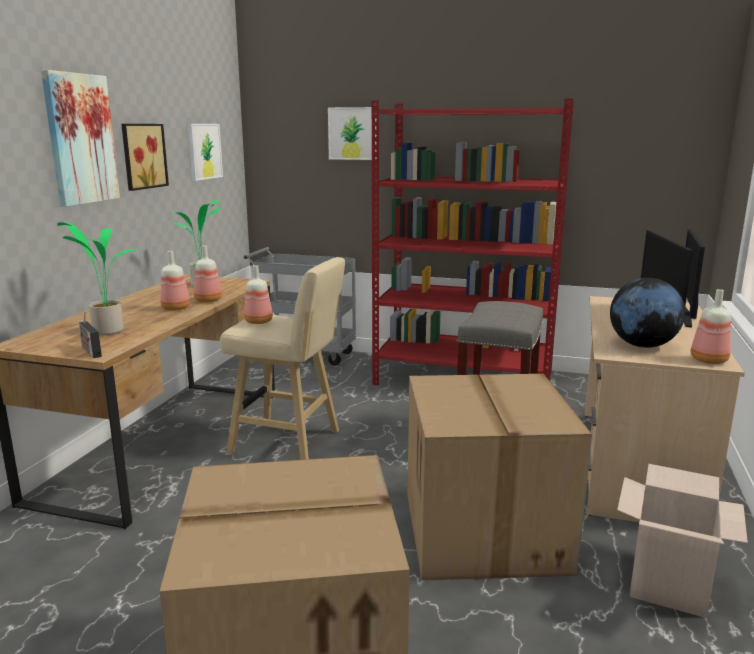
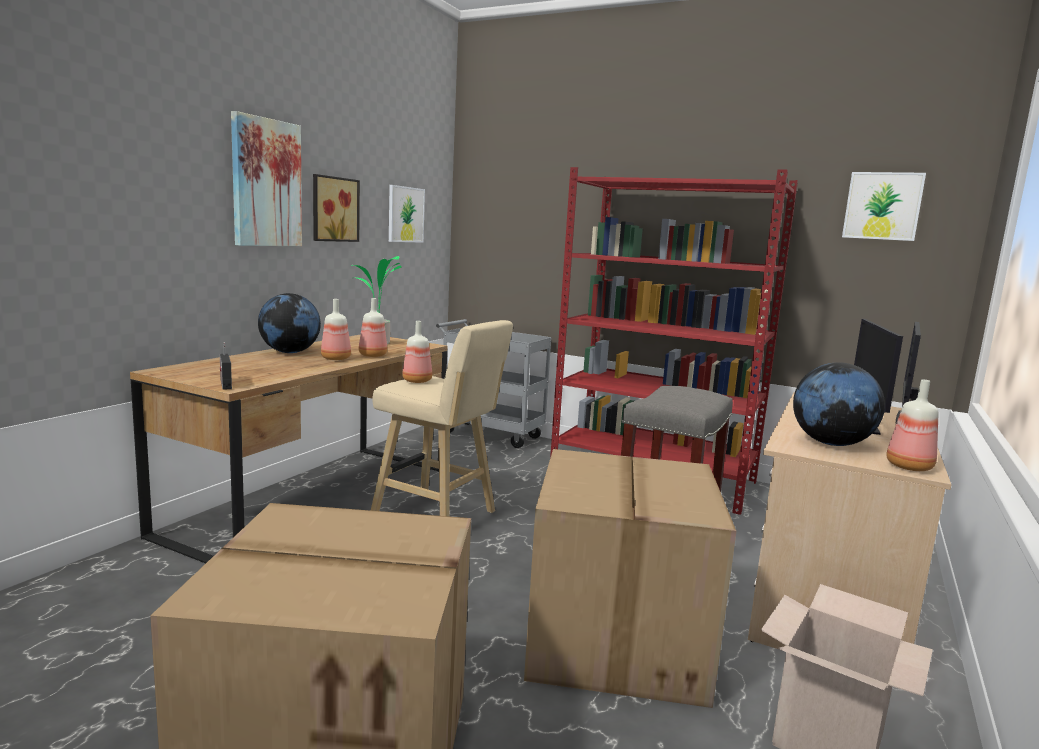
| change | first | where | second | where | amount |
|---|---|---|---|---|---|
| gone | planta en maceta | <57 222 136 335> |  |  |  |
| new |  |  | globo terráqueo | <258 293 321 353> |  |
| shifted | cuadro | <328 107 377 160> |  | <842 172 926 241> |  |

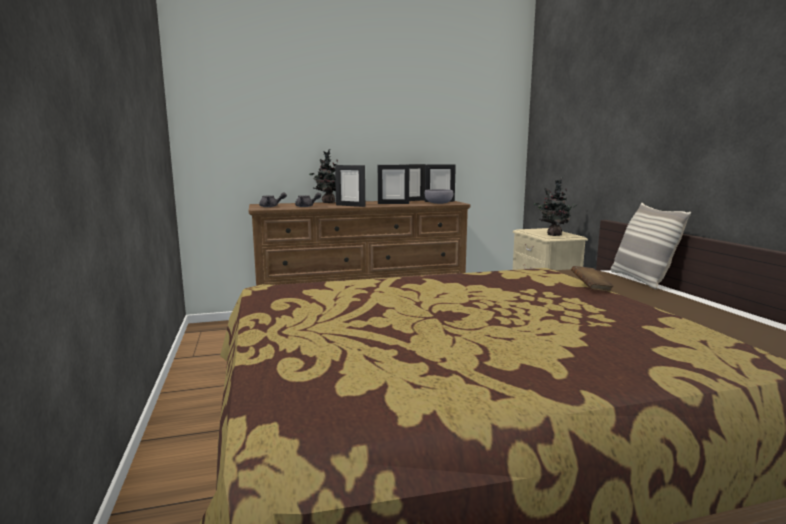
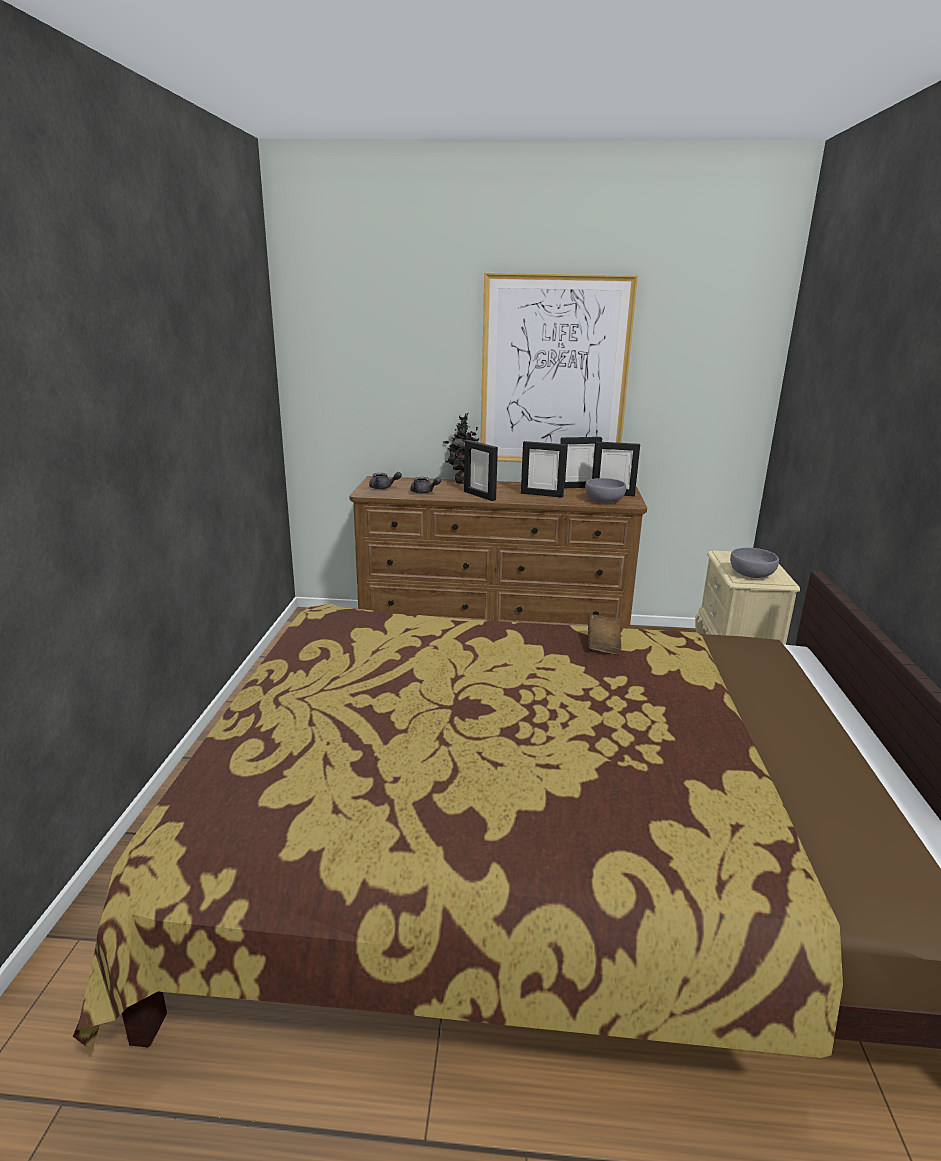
| change | first | where | second | where | amount |
|---|---|---|---|---|---|
| gone | cojín | <611 203 691 289> |  |  |  |
| new |  |  | cuadro | <480 273 638 462> |  |
| shifted | libro (marrón) | <571 266 614 292> |  | <588 614 622 654> |  |
| swapped | planta en maceta | <534 177 577 236> | cuenco (gris) | <730 548 779 578> |  |

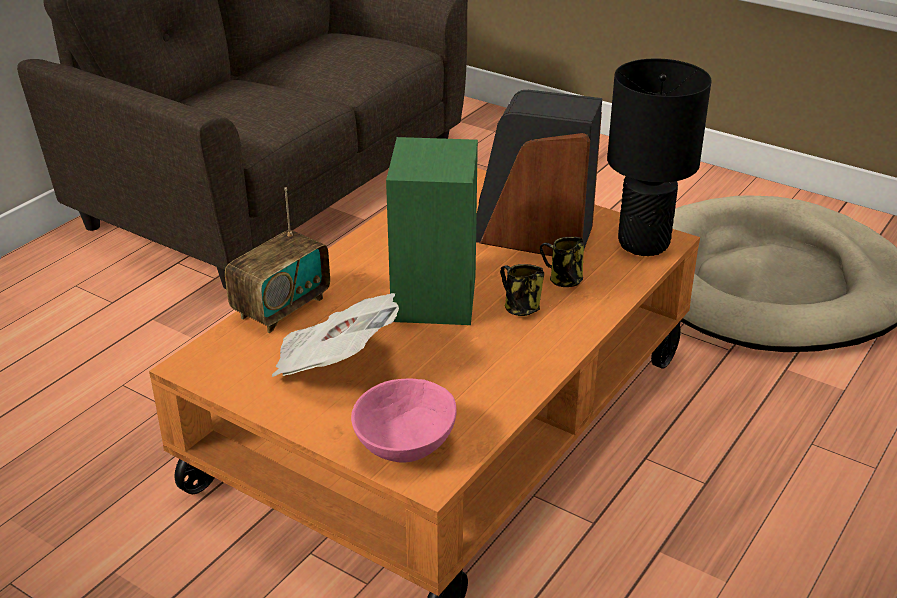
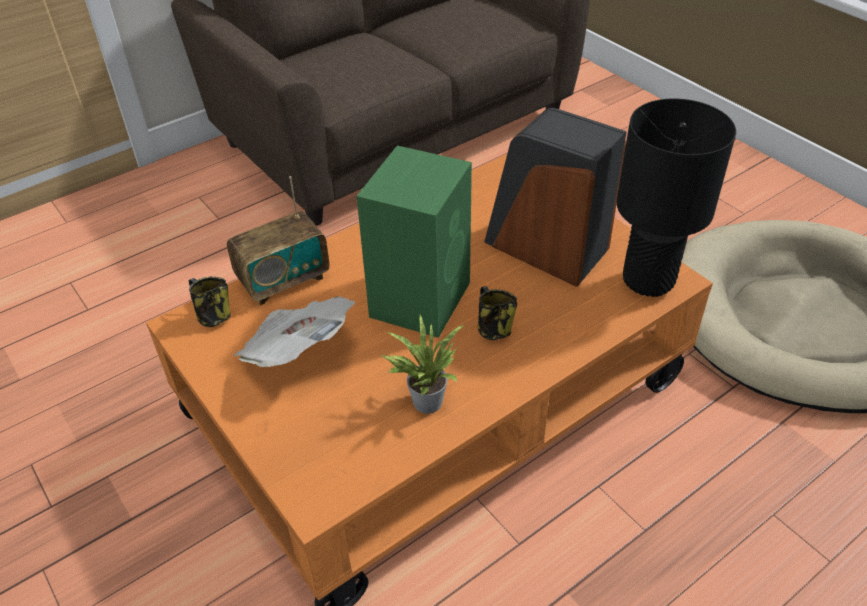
| change | first | where | second | where | amount |
|---|---|---|---|---|---|
| gone | cuenco (rosa) | <351 378 457 462> |  |  |  |
| new |  |  | planta en maceta | <379 315 465 414> |  |
| shifted | taza grande | <540 237 584 287> |  | <189 277 231 327> |  |

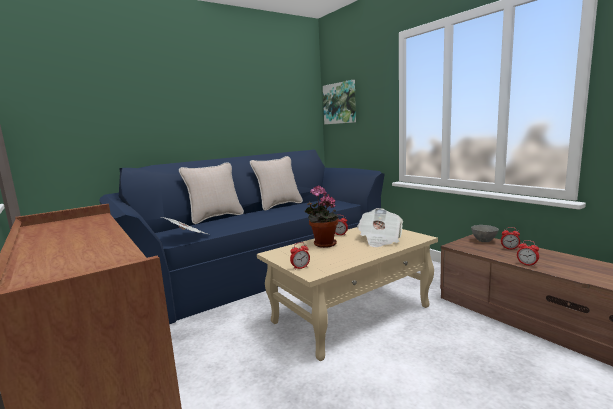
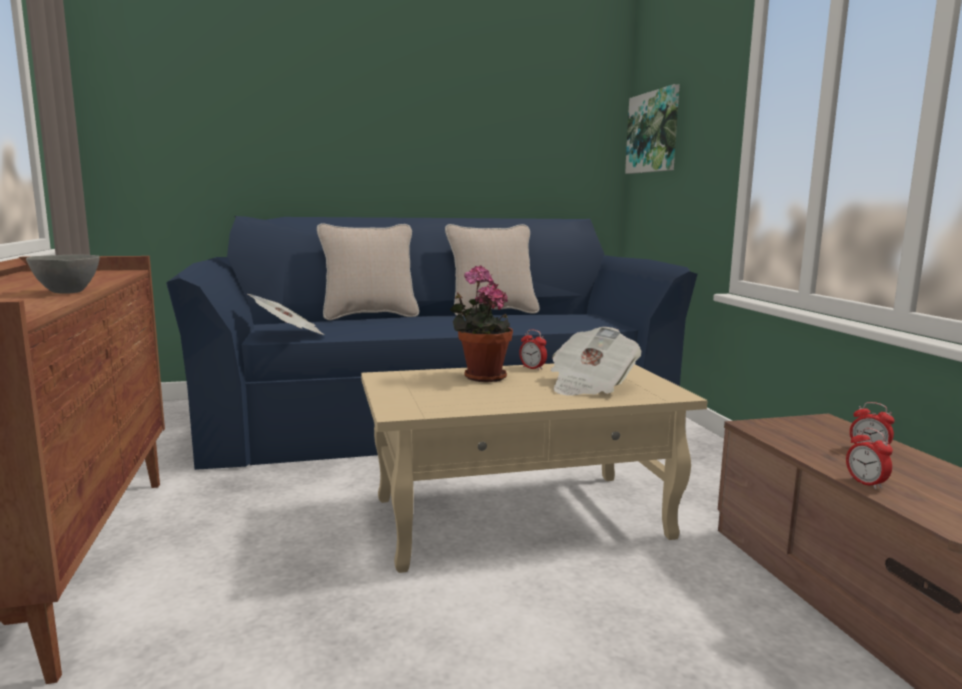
| change | first | where | second | where | amount |
|---|---|---|---|---|---|
| gone | despertador | <290 242 310 270> |  |  |  |
| shifted | cuenco (gris) | <471 225 499 242> |  | <26 255 100 294> |  |

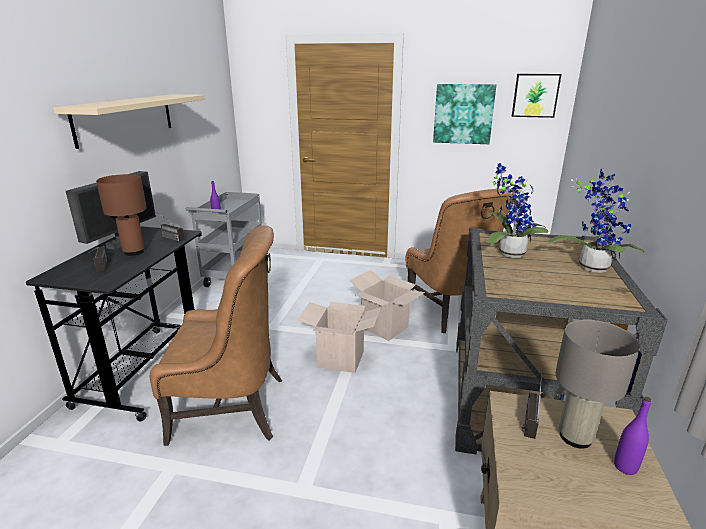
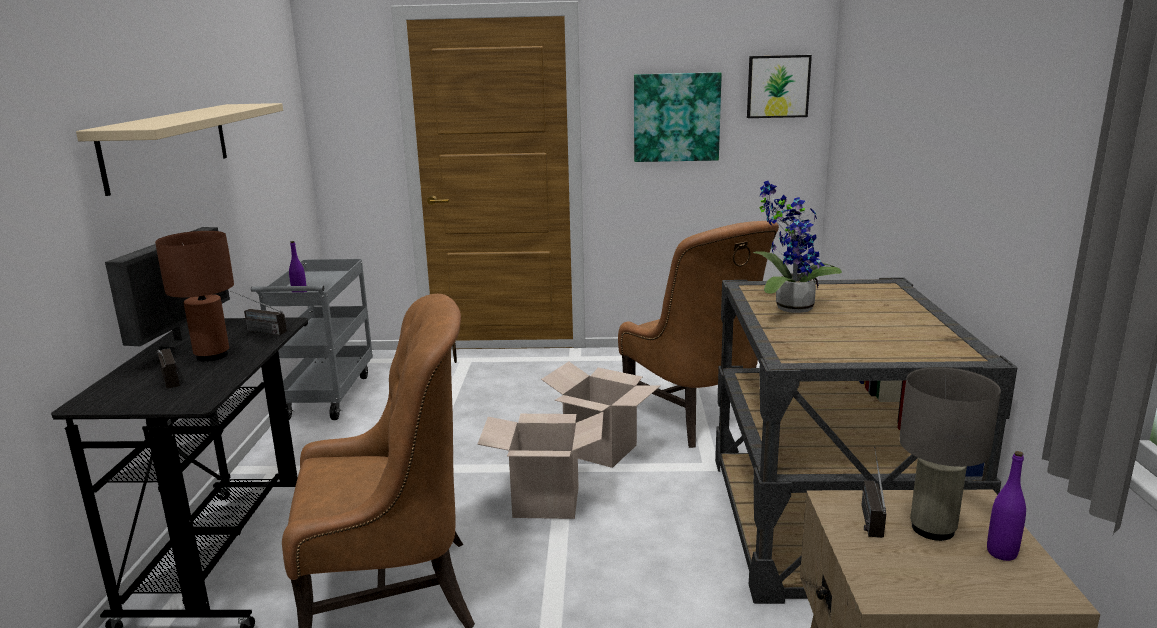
| change | first | where | second | where | amount |
|---|---|---|---|---|---|
| gone | planta en maceta | <548 169 645 273> |  |  |  |

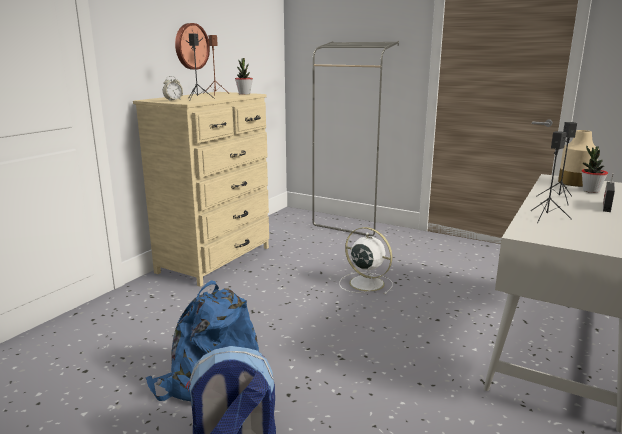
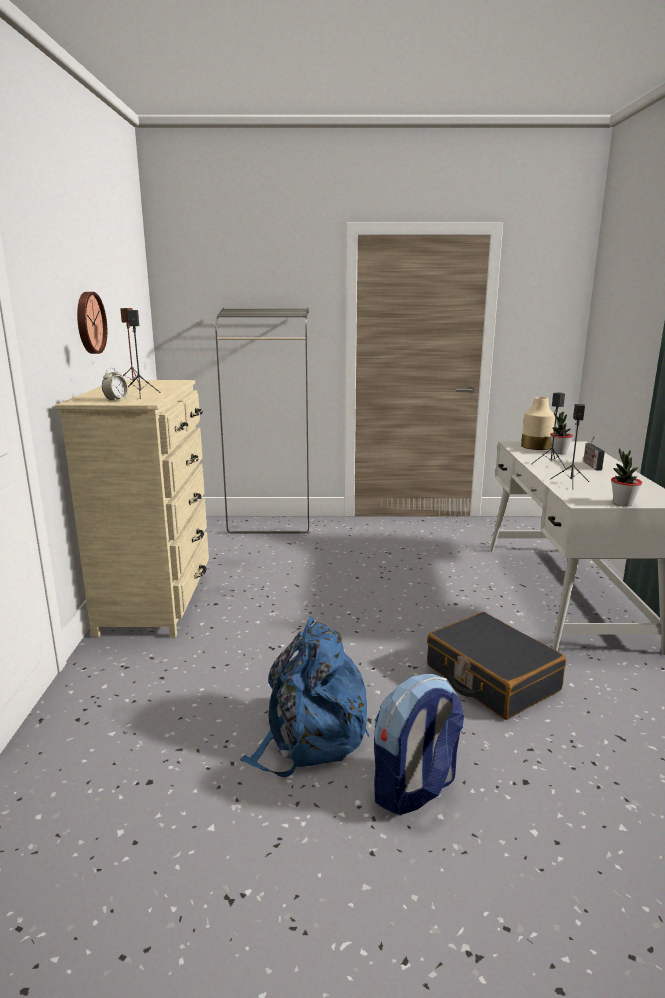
| change | first | where | second | where | amount |
|---|---|---|---|---|---|
| gone | ventilador (blanco) | <339 227 393 294> |  |  |  |
| new |  |  | maleta (negro) | <427 612 566 720> |  |
| shifted | planta en maceta | <235 58 253 95> |  | <611 448 642 506> |  |

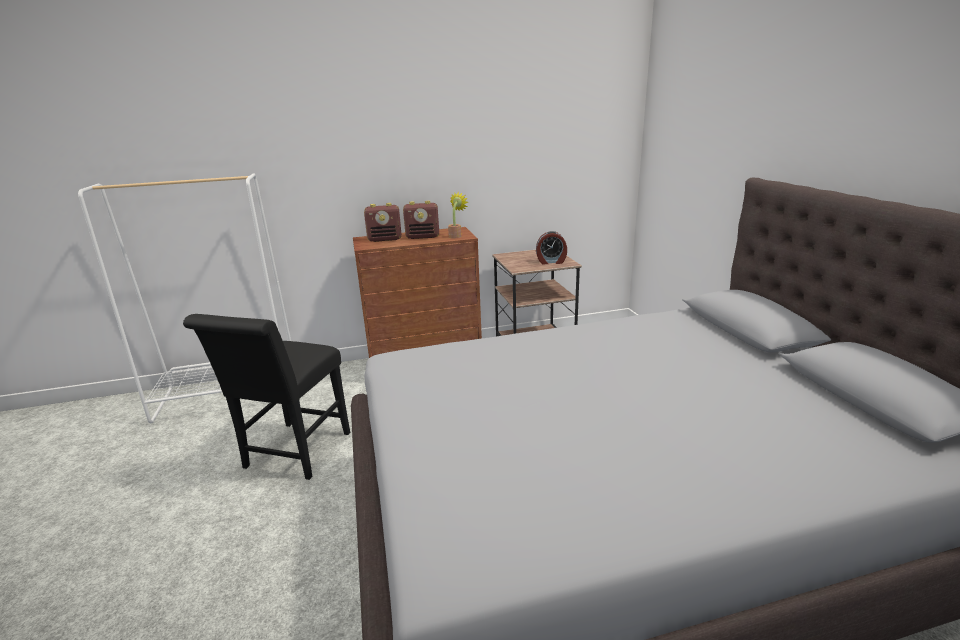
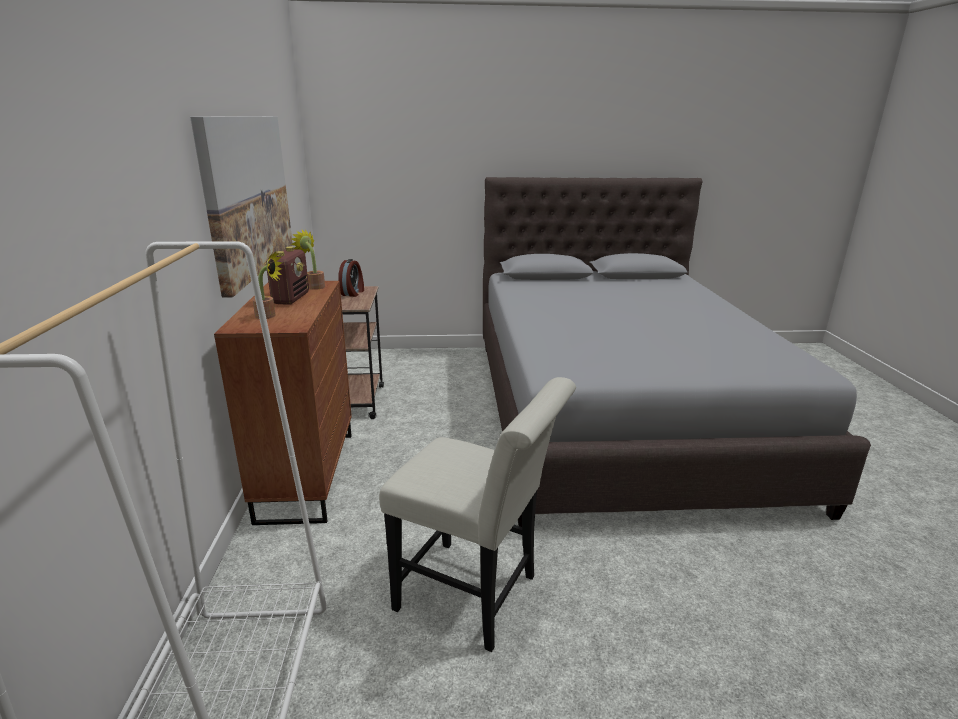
| change | first | where | second | where | amount |
|---|---|---|---|---|---|
| new |  |  | cuadro | <190 116 293 297> |  |
| swapped | radio | <364 203 402 242> | planta en maceta | <253 251 282 319> |  |
| repainted | silla (negro) | <183 314 350 480> | silla (blanco) | <379 377 576 652> |  |

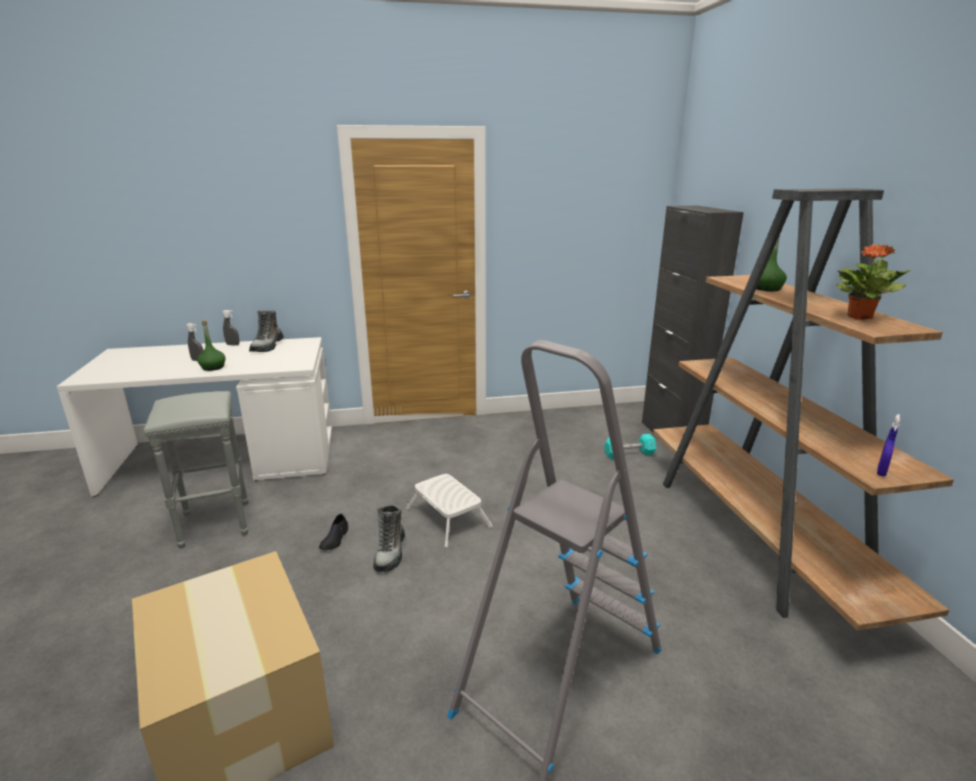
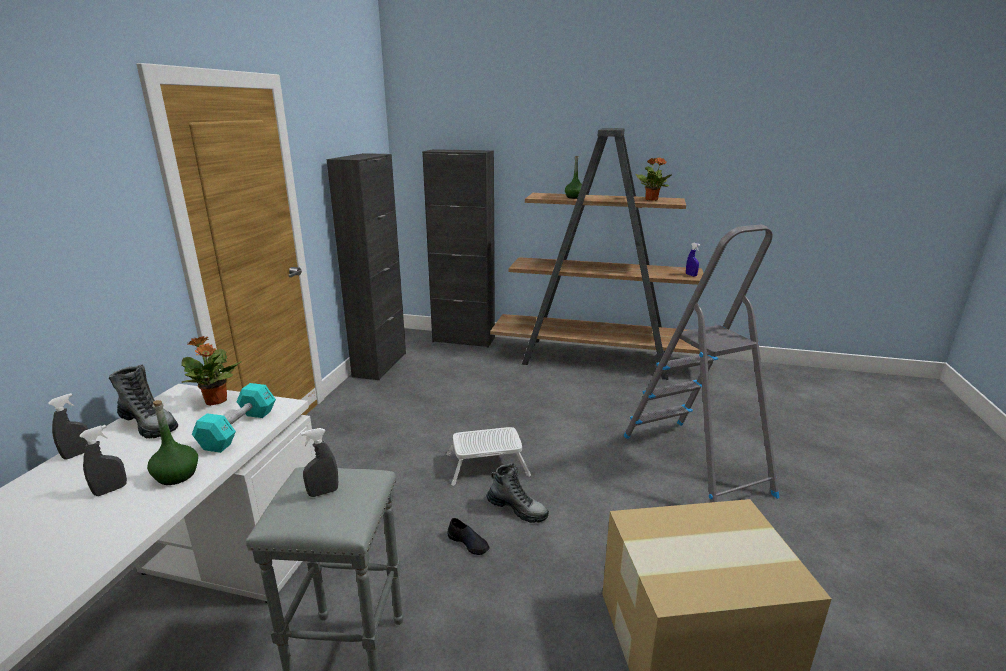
| change | first | where | second | where | amount |
|---|---|---|---|---|---|
| new |  |  | planta en maceta | <181 336 242 406> |  |
| new |  |  | pulverizador (gris) | <301 428 338 497> |  |
| new |  |  | armario (negro) | <327 153 406 380> |  |
| shifted | mancuerna (turquesa) | <604 434 657 459> |  | <192 383 276 453> |  |

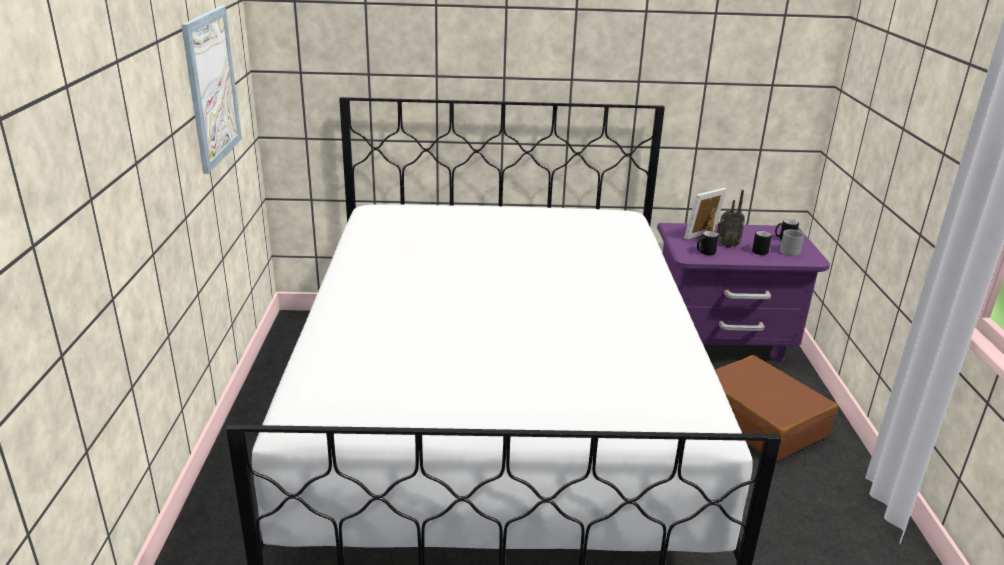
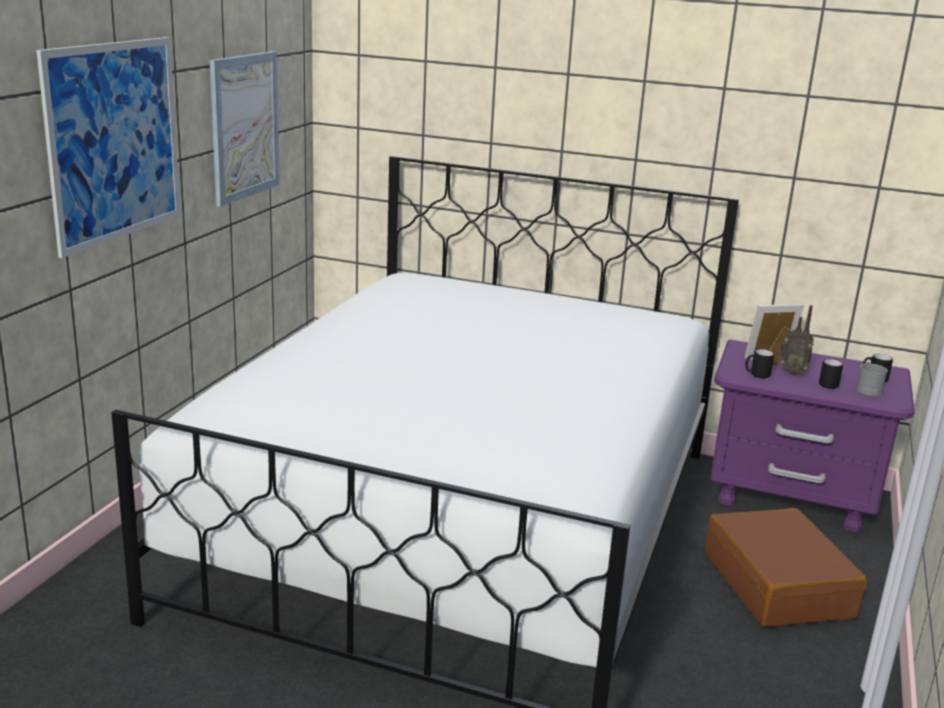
| change | first | where | second | where | amount |
|---|---|---|---|---|---|
| new |  |  | cuadro | <36 37 180 258> |  |

